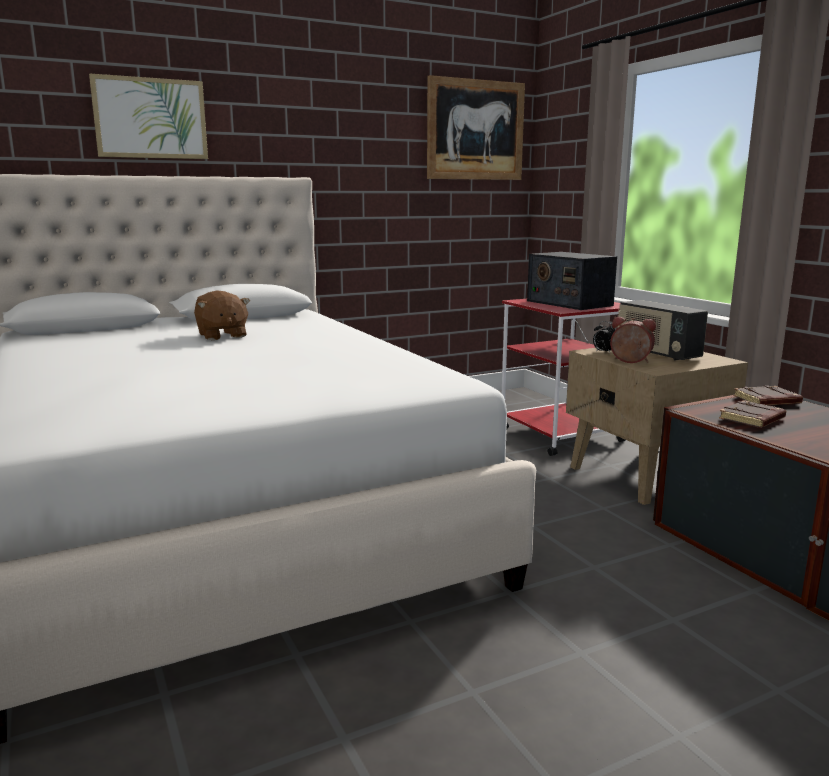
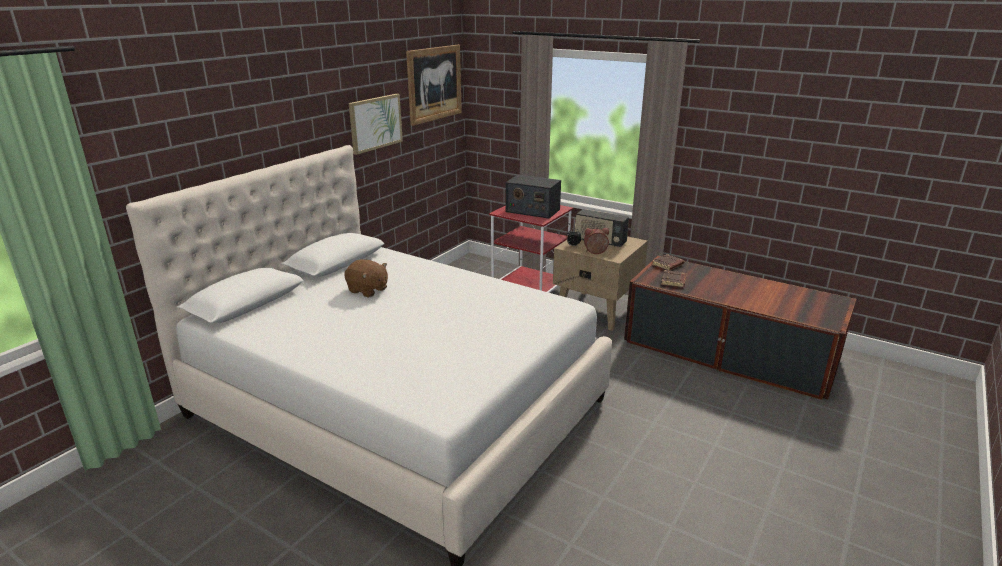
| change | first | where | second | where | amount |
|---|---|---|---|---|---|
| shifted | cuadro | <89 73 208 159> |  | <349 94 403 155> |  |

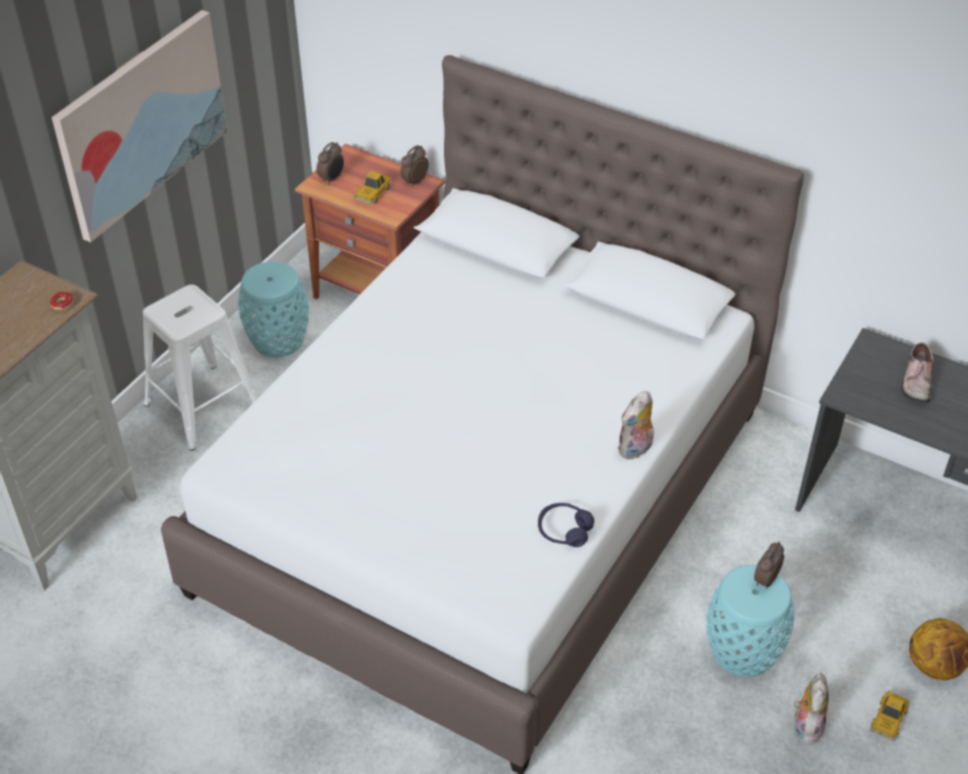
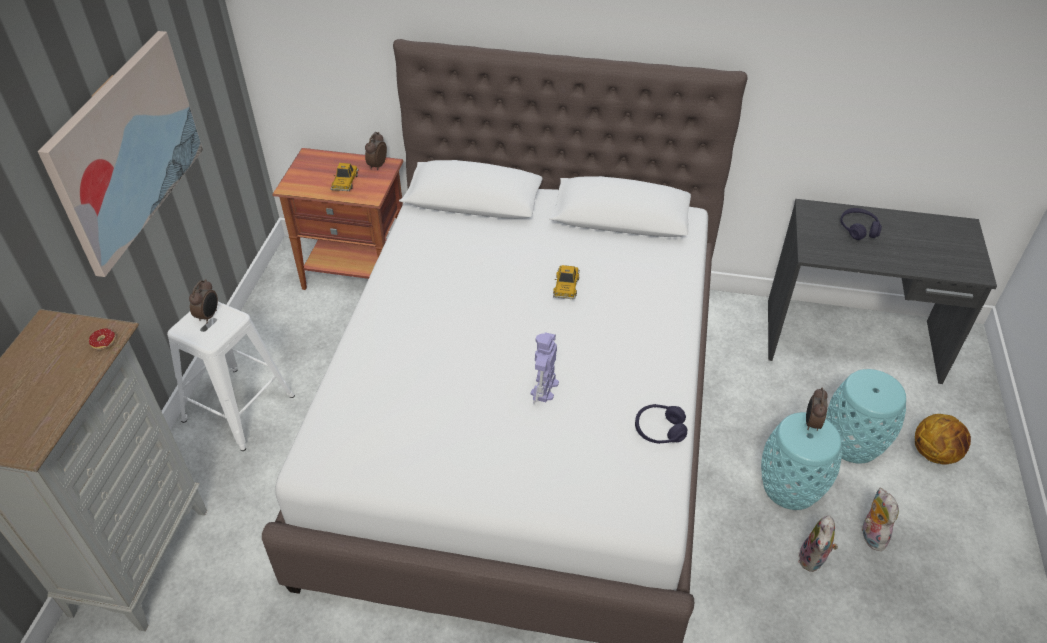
| change | first | where | second | where | amount |
|---|---|---|---|---|---|
| new |  |  | robot de juguete | <530 332 559 404> |  |
| shifted | taburete (turquesa) | <238 261 309 357> |  | <826 369 906 464> |  |
| shifted | despertador | <316 142 344 185> |  | <189 279 218 323> |  |
| shifted | peluche | <618 391 654 459> |  | <798 515 838 572> |  |
| shifted | coche de juguete | <870 691 910 741> |  | <553 265 580 300> |  |
| swapped | zapato | <901 342 934 403> | auriculares (morado) | <840 208 882 240> |  |

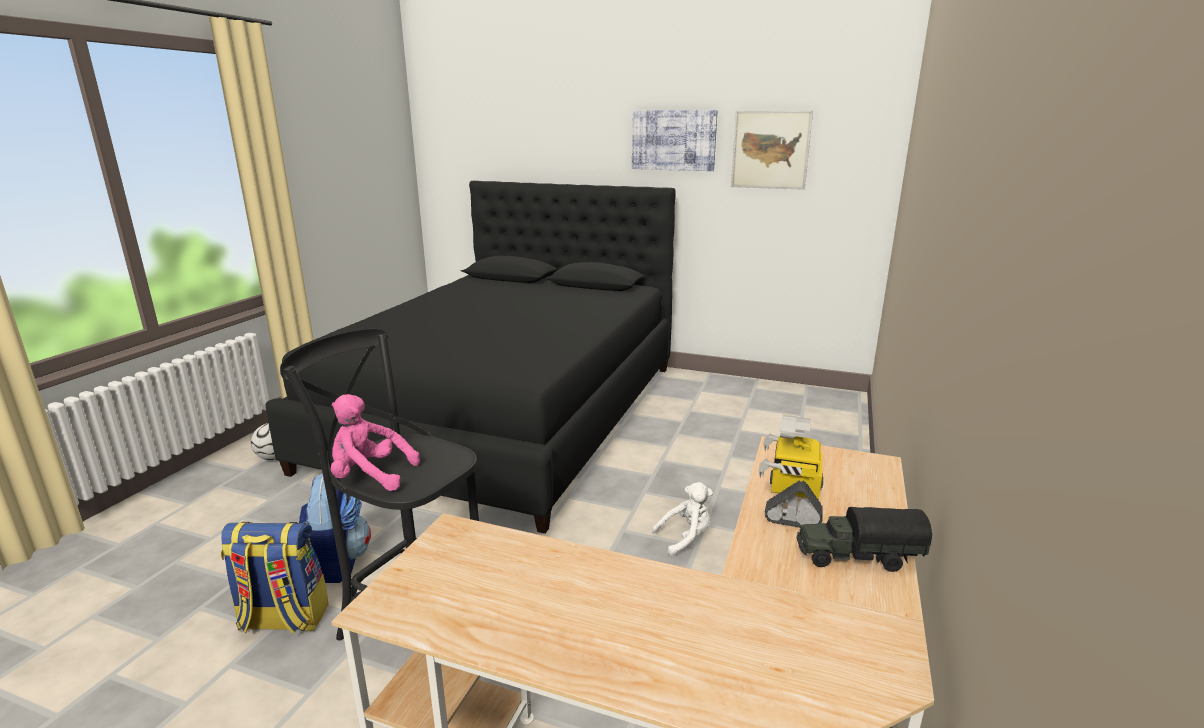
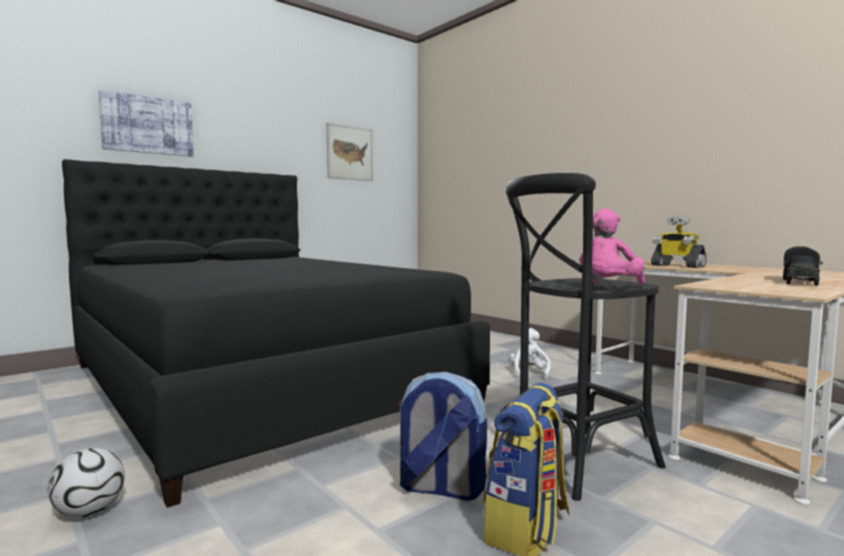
| change | first | where | second | where | amount |
|---|---|---|---|---|---|
| shifted | cuadro | <632 110 718 171> |  | <99 89 194 157> |  |
| shifted | camión de juguete | <797 507 932 572> |  | <783 246 823 286> |  |

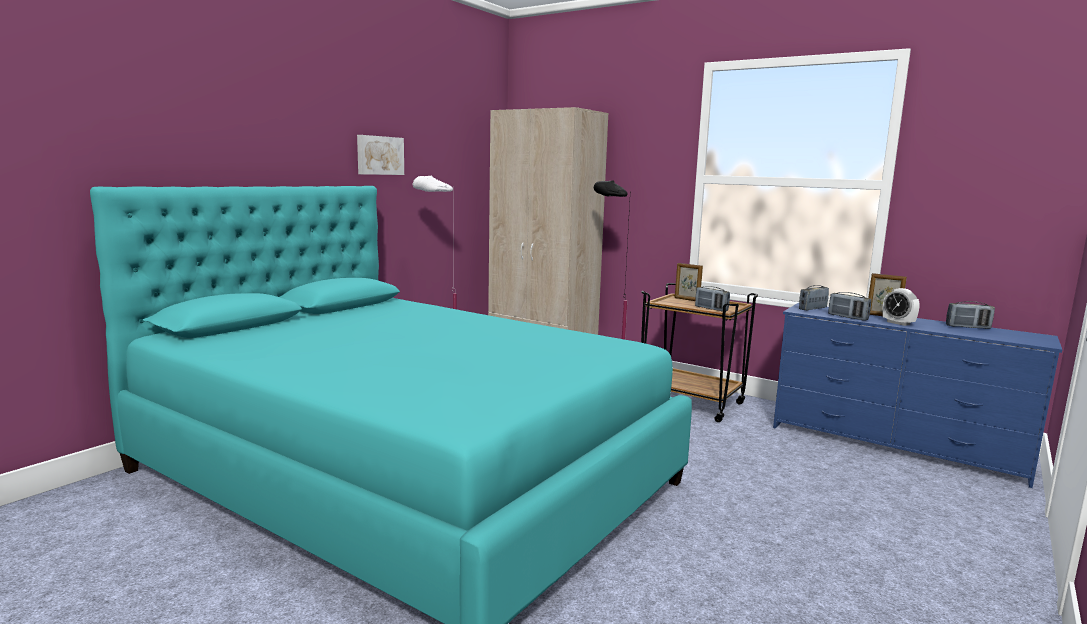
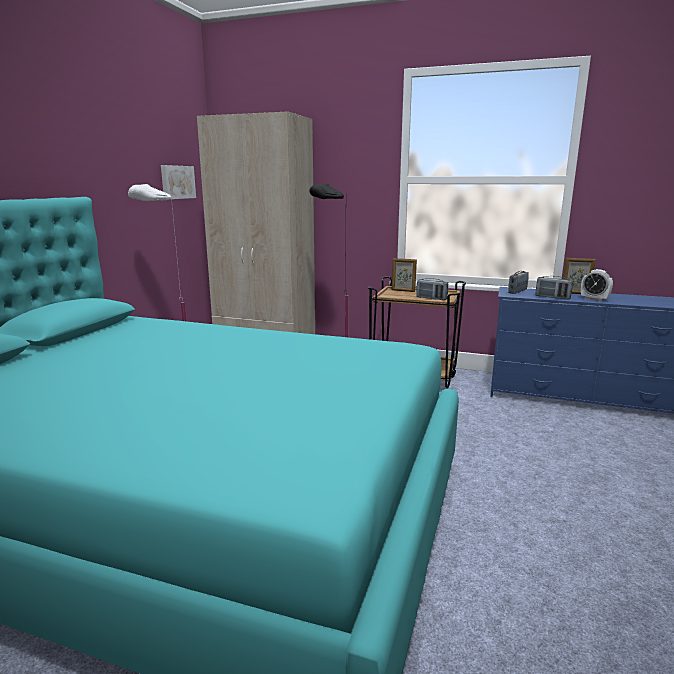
| change | first | where | second | where | amount |
|---|---|---|---|---|---|
| gone | radio | <946 301 995 329> |  |  |  |
| shifted | cuadro | <357 135 404 175> |  | <161 165 196 199> |  |

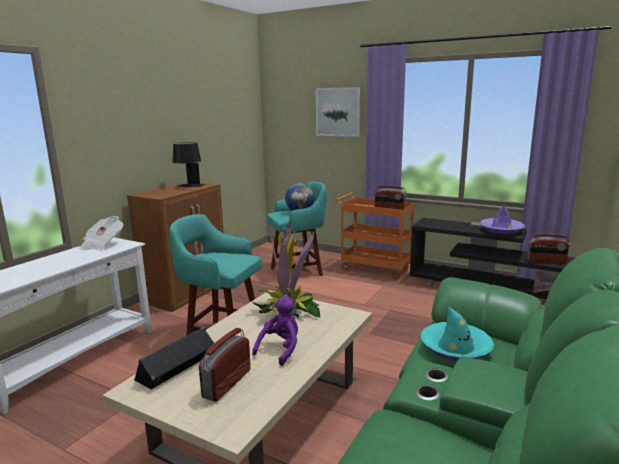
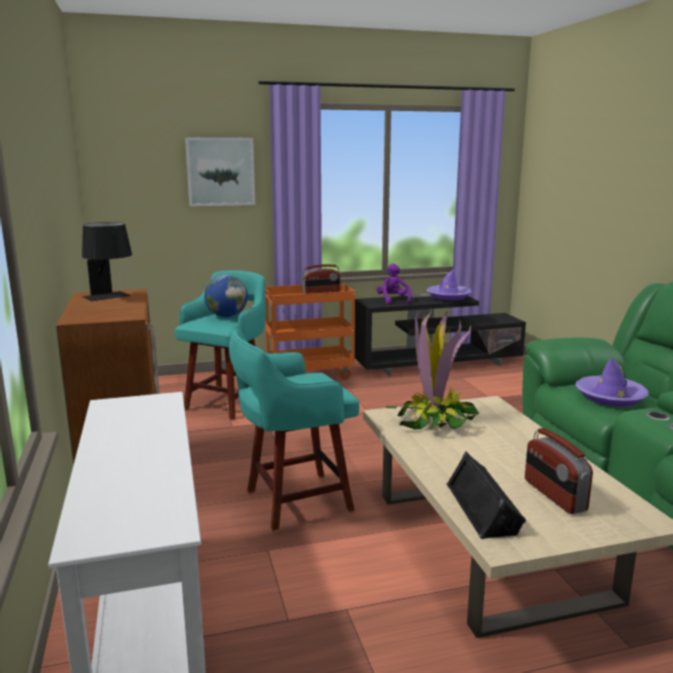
| change | first | where | second | where | amount |
|---|---|---|---|---|---|
| gone | periódico | <79 216 124 250> |  |  |  |
| gone | radio | <527 234 570 264> |  |  |  |
| shifted | peluche (morado) | <252 296 298 366> |  | <376 264 412 304> |  |
| repainted | sombrero (turquesa) | <421 306 494 361> | sombrero (morado) | <575 357 649 407> |  |

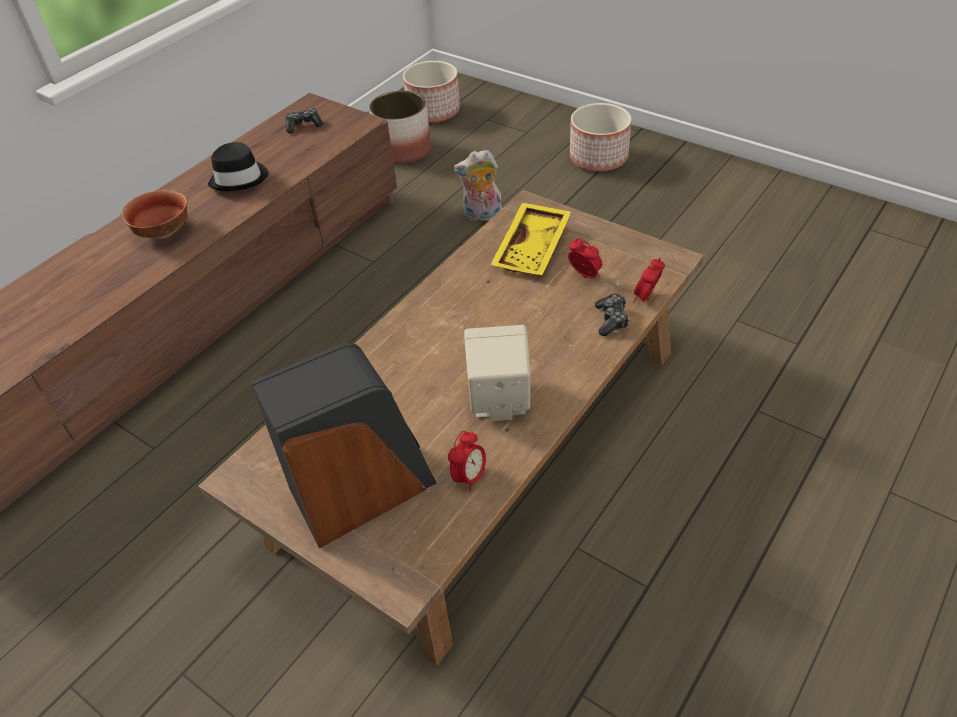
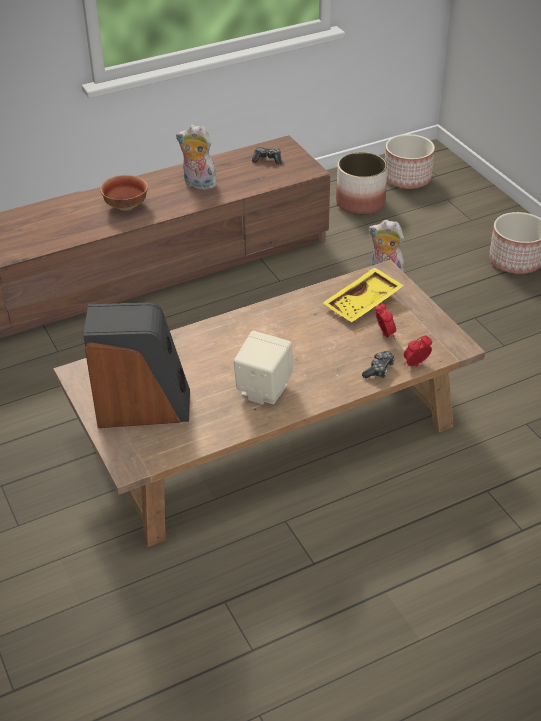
| change | first | where | second | where | amount |
|---|---|---|---|---|---|
| gone | despertador | <448 431 486 491> |  |  |  |
| swapped | sombrero (negro) | <208 142 269 191> | peluche | <176 124 217 190> |  |

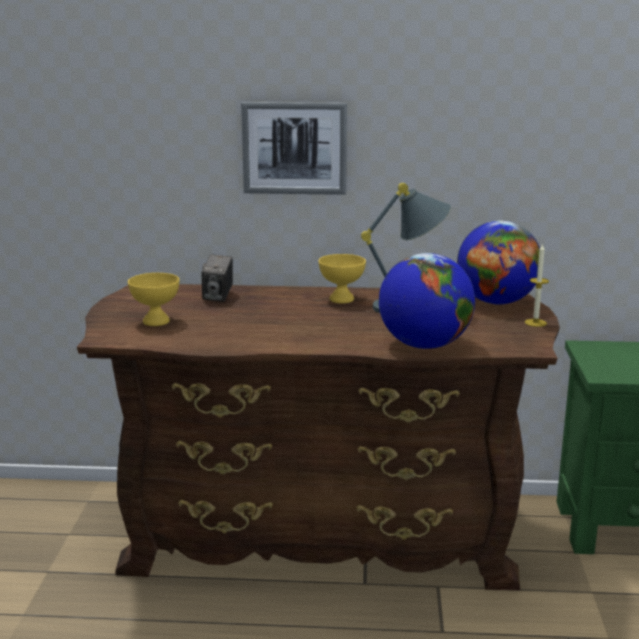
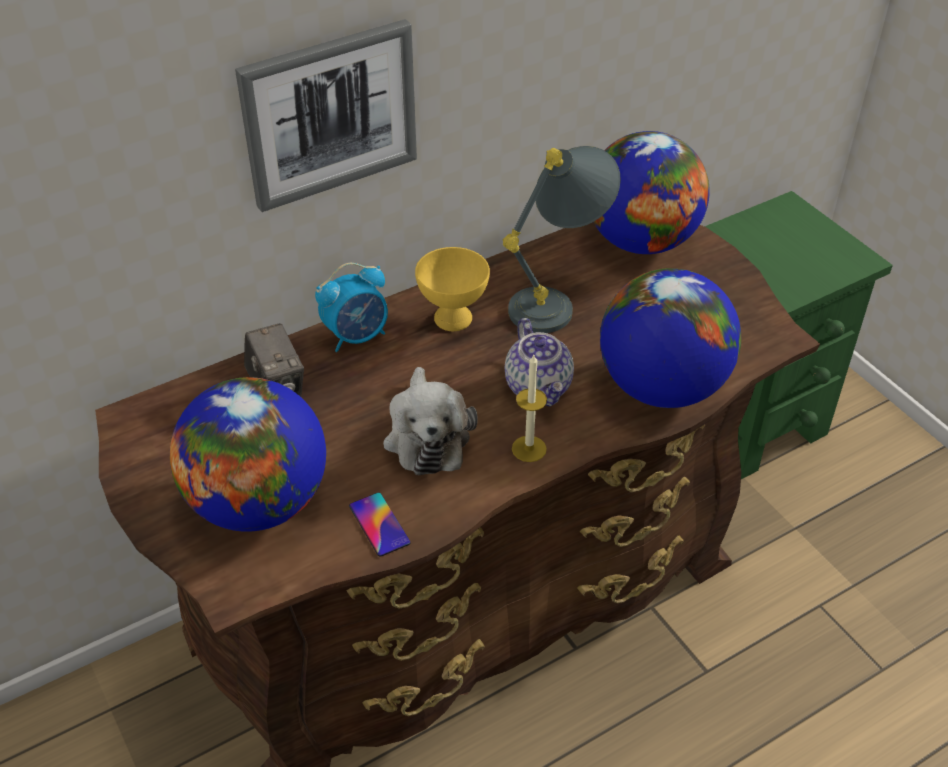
| change | first | where | second | where | amount |
|---|---|---|---|---|---|
| new |  |  | despertador | <315 263 388 352> |  |
| new |  |  | móvil | <349 493 411 557> |  |
| new |  |  | peluche | <383 367 478 475> |  |
| new |  |  | tetera | <505 318 574 407> |  |
| shifted | vela | <525 243 549 327> |  | <512 355 547 462> |  |
| swapped | cuenco (amarillo) | <128 273 179 326> | globo terráqueo | <170 377 326 532> |  |

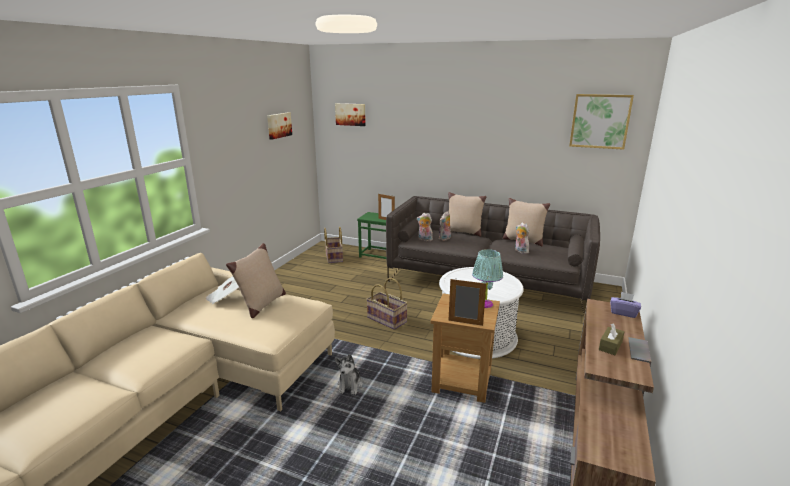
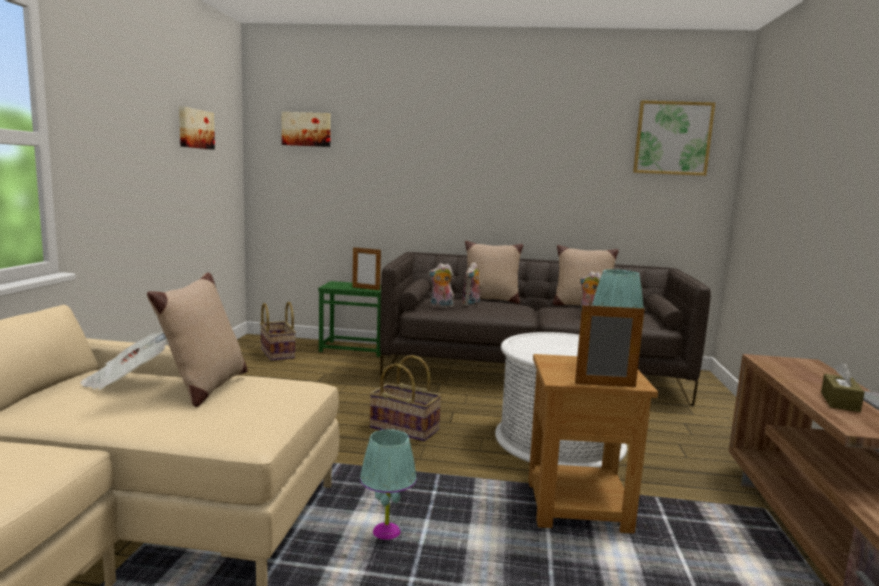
| change | first | where | second | where | amount |
|---|---|---|---|---|---|
| gone | caja de pañuelos (morado) | <610 292 641 318> |  |  |  |
| swapped | peluche | <335 354 363 395> | lámpara de mesa (turquesa) | <360 429 417 540> |  |

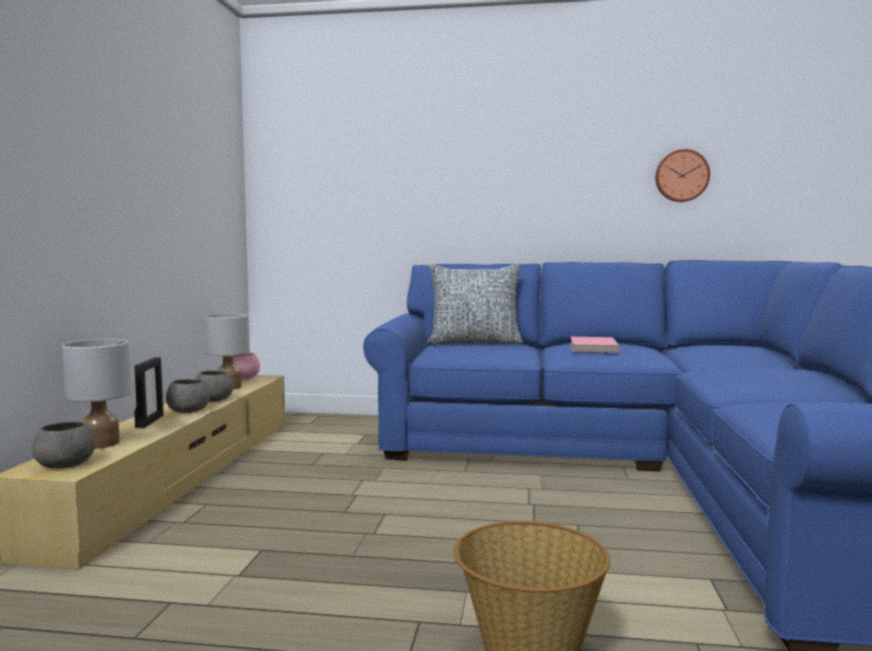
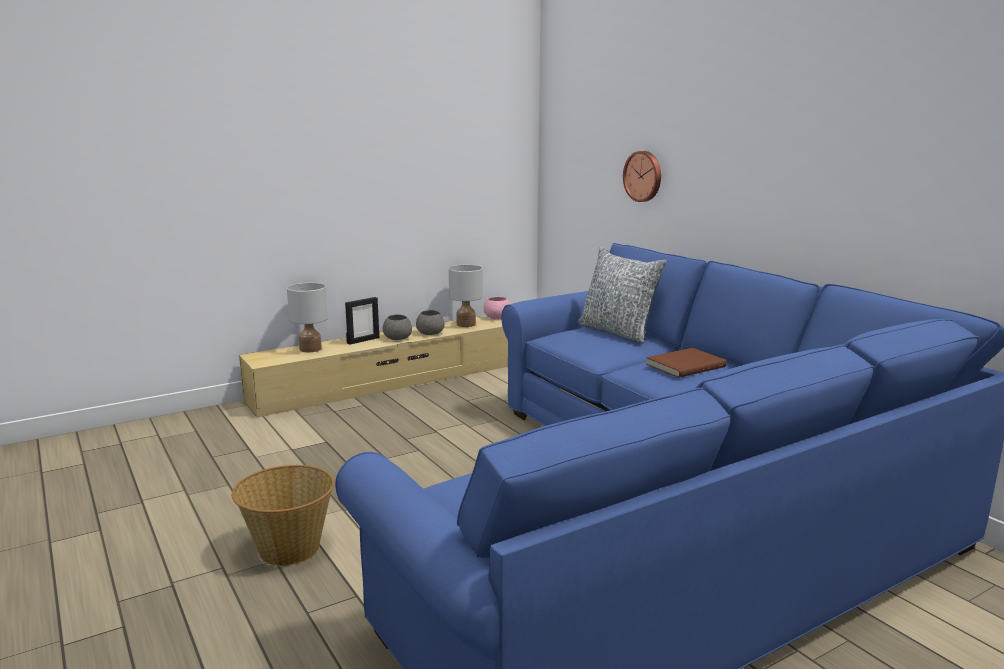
| change | first | where | second | where | amount |
|---|---|---|---|---|---|
| gone | cuenco (gris) | <32 421 95 469> |  |  |  |
| shifted | reloj de pared | <655 149 710 202> |  | <623 151 661 202> |  |
| repainted | libro (rosa) | <571 337 620 353> | libro (marrón) | <646 348 727 378> |  |

